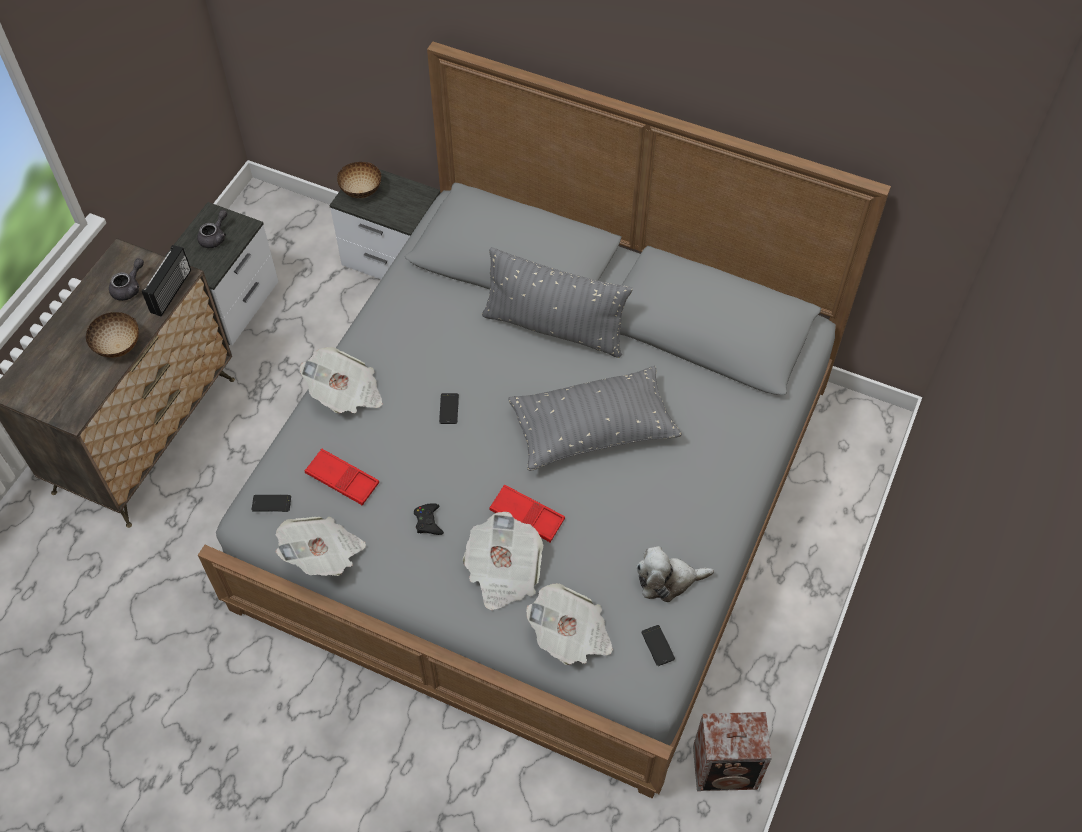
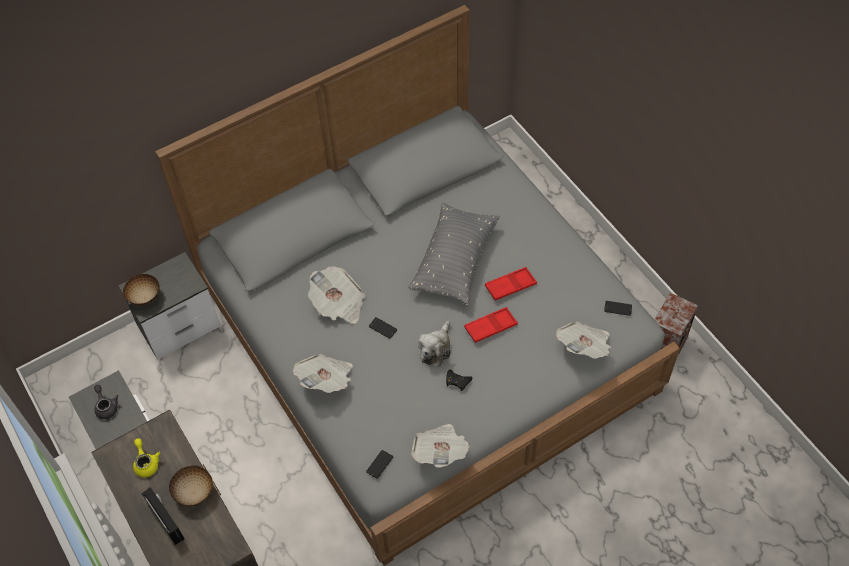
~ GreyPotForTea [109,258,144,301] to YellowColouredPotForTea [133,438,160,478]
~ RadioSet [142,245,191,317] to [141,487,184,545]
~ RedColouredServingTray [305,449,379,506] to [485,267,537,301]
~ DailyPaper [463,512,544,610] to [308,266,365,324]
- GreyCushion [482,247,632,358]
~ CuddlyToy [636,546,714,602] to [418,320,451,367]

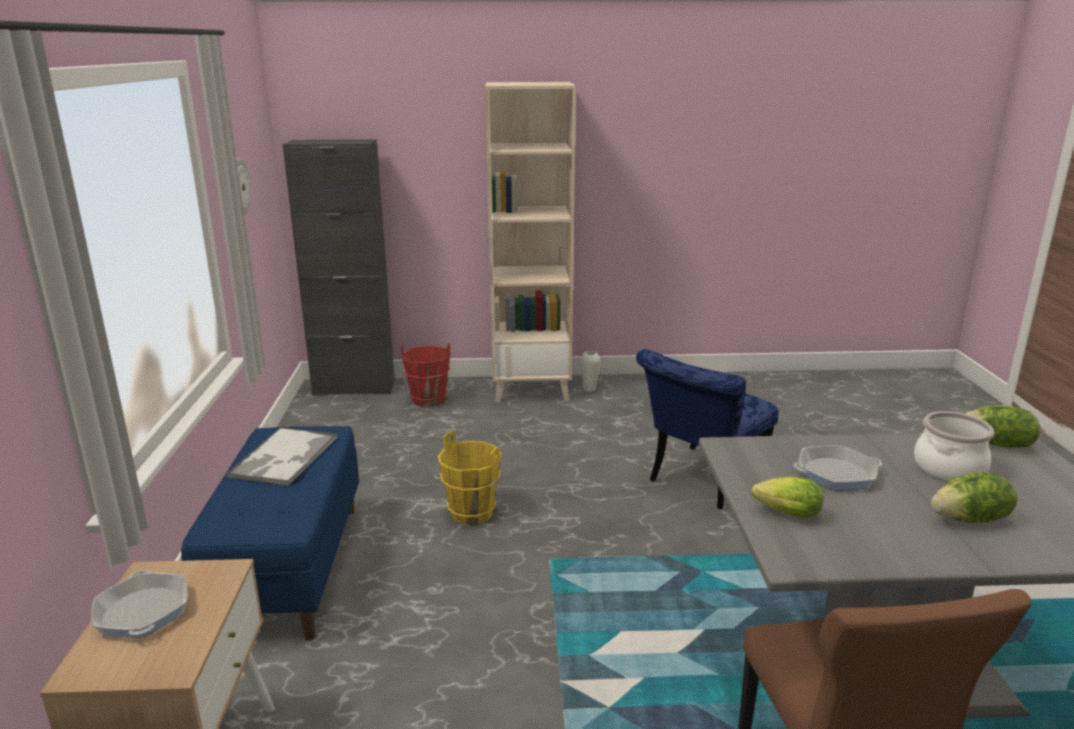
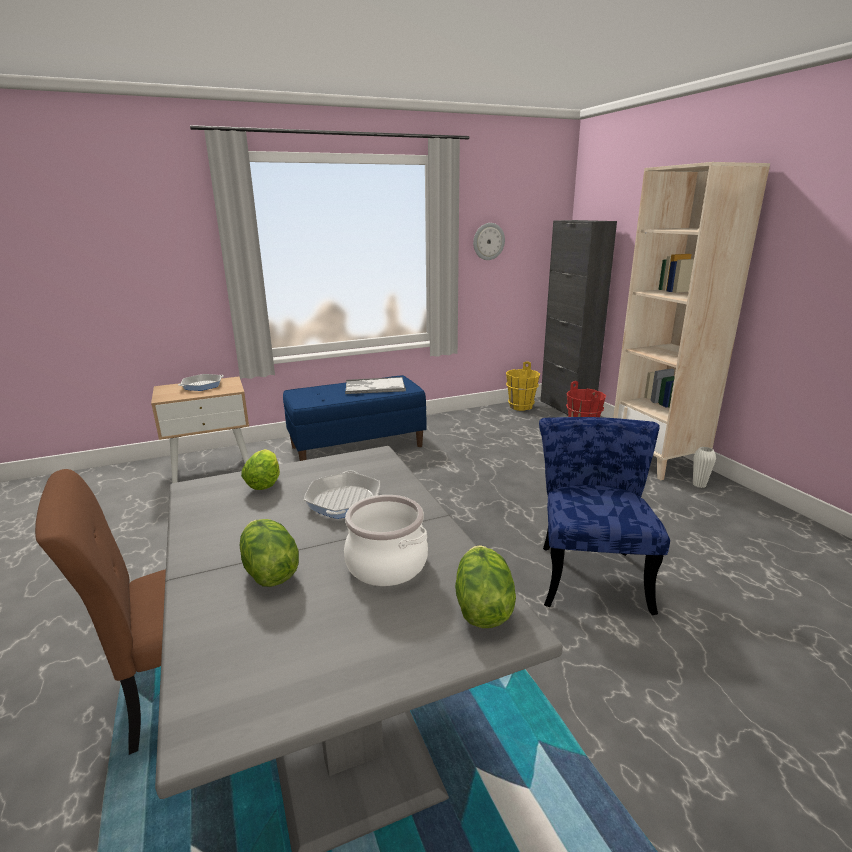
~ YellowColouredPail [438,431,501,525] to [506,361,540,411]
~ BlueColouredUprightChair [636,349,778,509] = [539,417,670,615] 75 degrees clockwise
~ FryingPan [793,445,882,491] = [304,470,380,519] 150 degrees counterclockwise

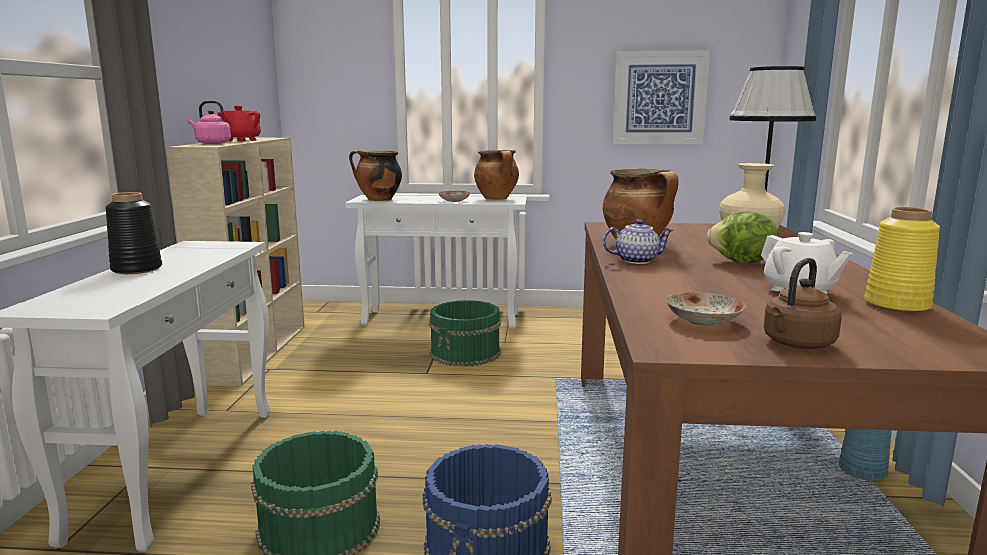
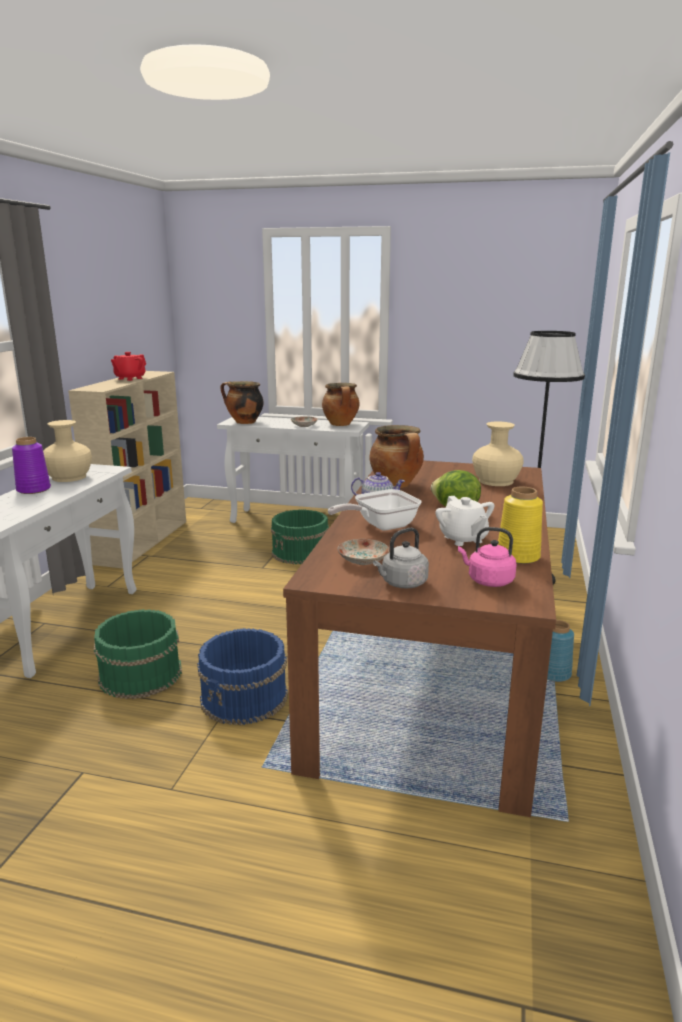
~ BlackColouredFlowerVase [105,192,162,274] to PurpleFlowerVase [12,437,51,494]
~ PinkColouredKettle [188,101,231,144] to [458,527,516,587]
- WallArt [613,51,710,144]
~ BrownishKettle [764,258,842,349] to GreyKettle [373,528,429,589]
+ BeigeColouredFlowerVase [43,420,92,482]
+ FryingPan [328,489,422,531]

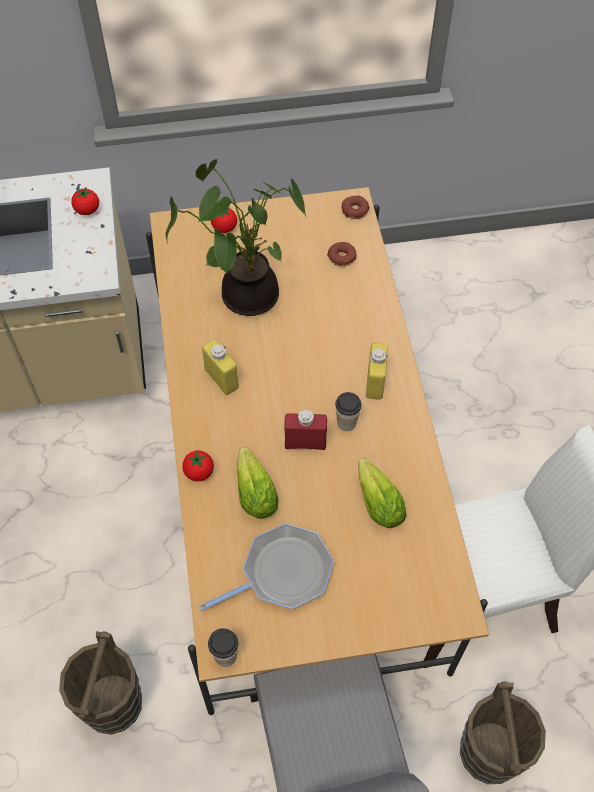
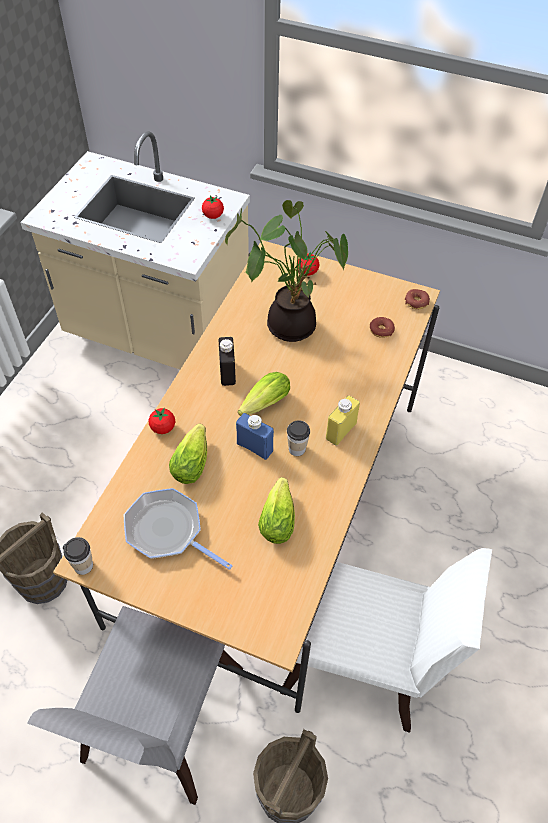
~ FryingPan [199,523,334,611] = [124,488,233,570] 150 degrees counterclockwise
~ YellowColouredBeverageBottle [202,340,239,395] to BlackColouredBeverageBottle [219,337,236,386]
~ RedColouredBeverageBottle [284,410,327,450] to BlueColouredBeverageBottle [236,413,274,460]
+ LettuceHead [238,372,290,416]

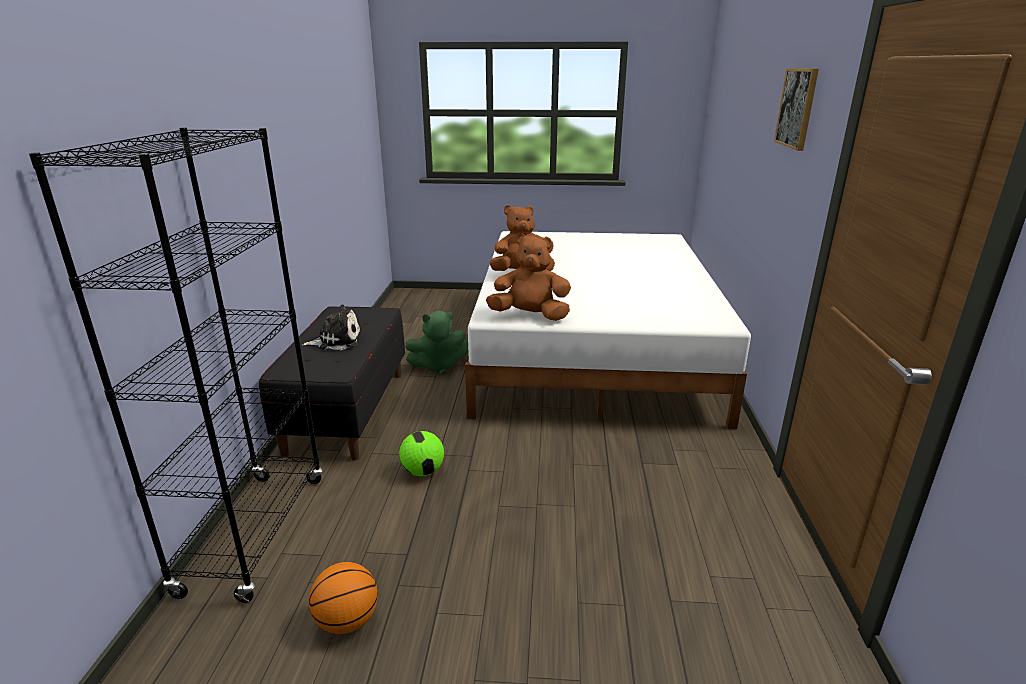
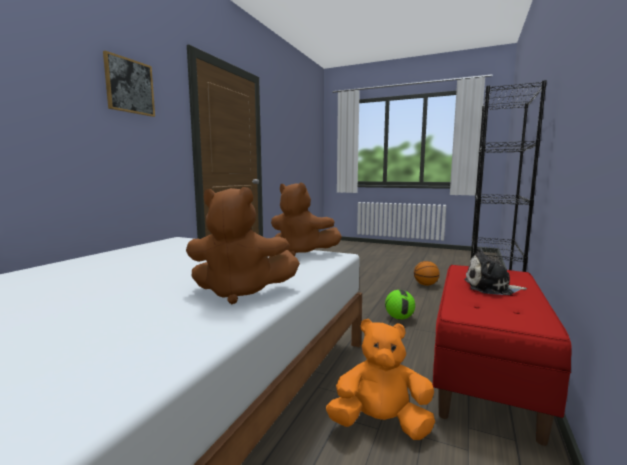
~ BlackColouredIndoorBench [259,306,405,461] to RedColouredIndoorBench [433,265,572,446]
~ GreenishCuddlyToy [405,311,468,375] to OrangeColouredCuddlyToy [326,319,435,440]

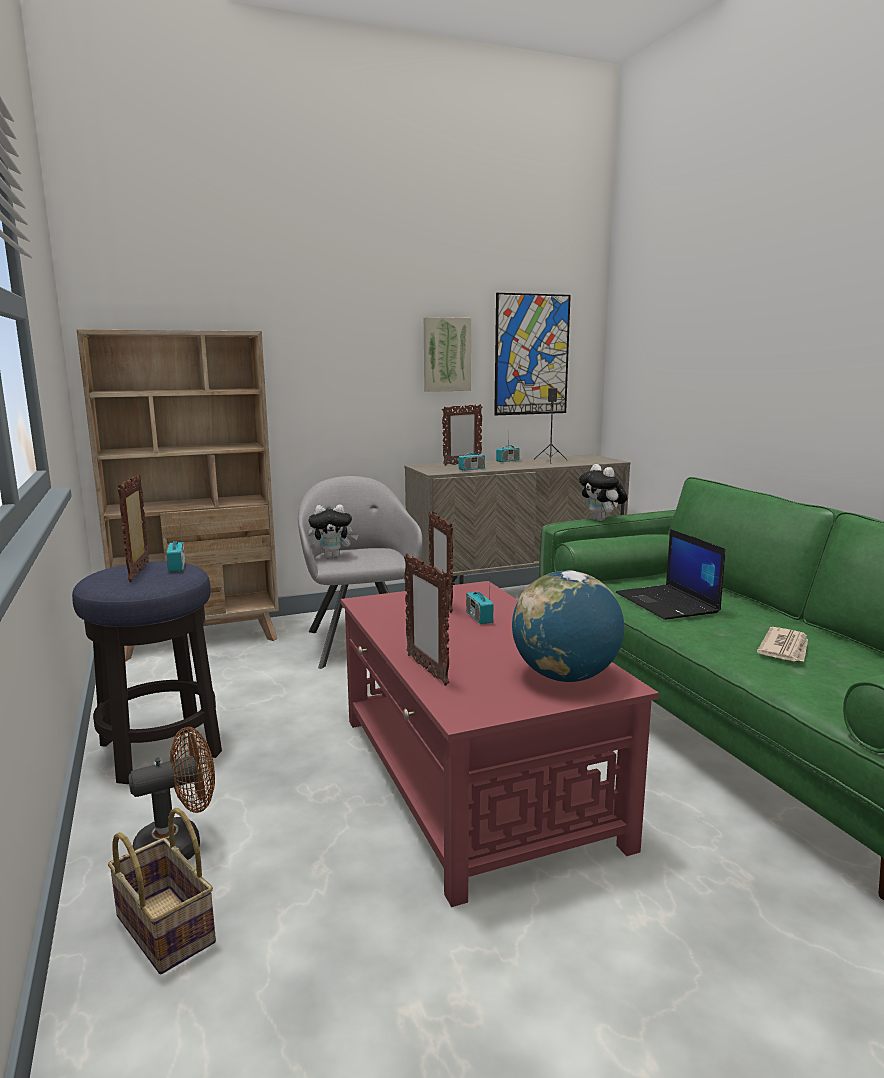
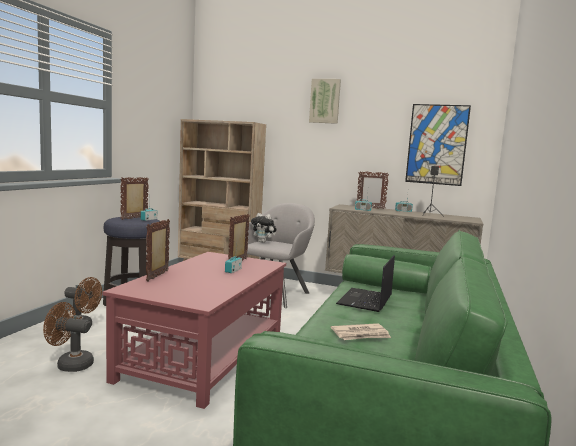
- StorageBasket [108,808,216,974]
~ WallArt [424,317,471,392] to [309,79,341,124]
- Globe [512,570,624,682]
- CuddlyToy [579,464,627,521]
+ BrownishElectricFan [43,302,94,372]

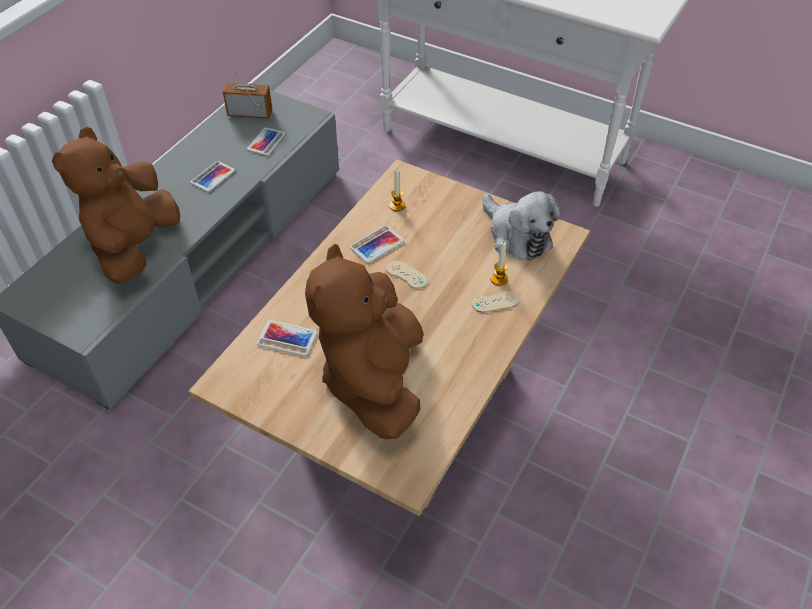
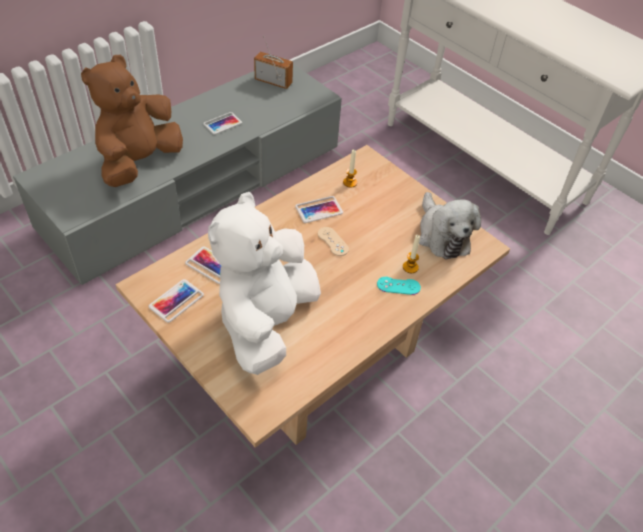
~ Handset [247,127,285,156] to [149,279,204,323]
~ BrownishCuddlyToy [305,244,424,439] to WhitishCuddlyToy [208,192,321,375]
~ BeigeColouredJoypad [472,291,519,313] to BlueGreenJoypad [377,277,421,295]

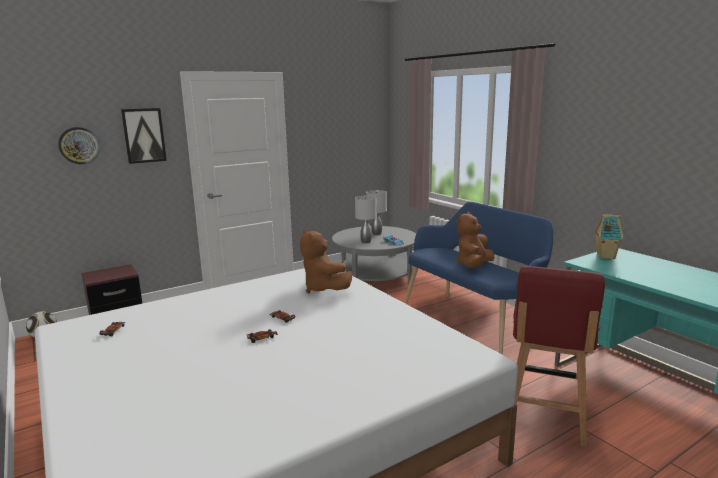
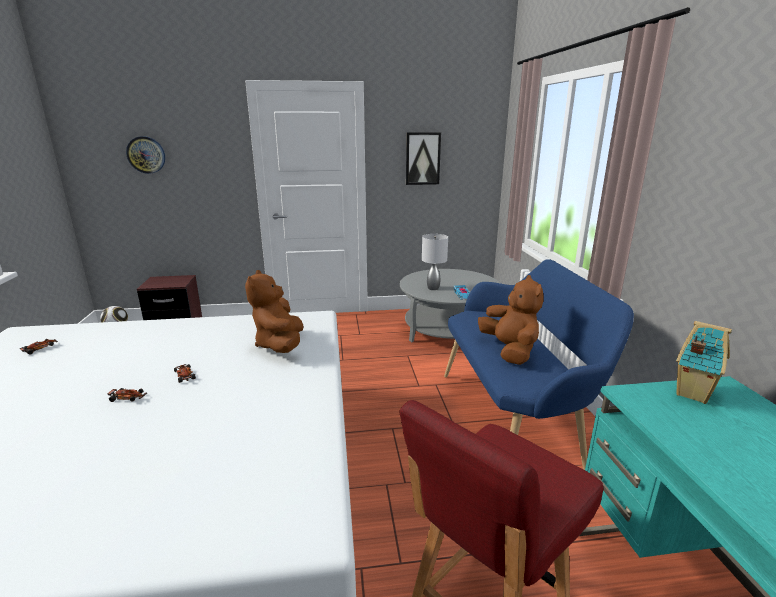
~ WallArt [121,108,167,164] to [406,132,441,185]
- GreyTabletopLamp [366,190,387,235]
~ BrownishCuddlyToy [457,212,495,268] = [478,275,543,365] 105 degrees clockwise

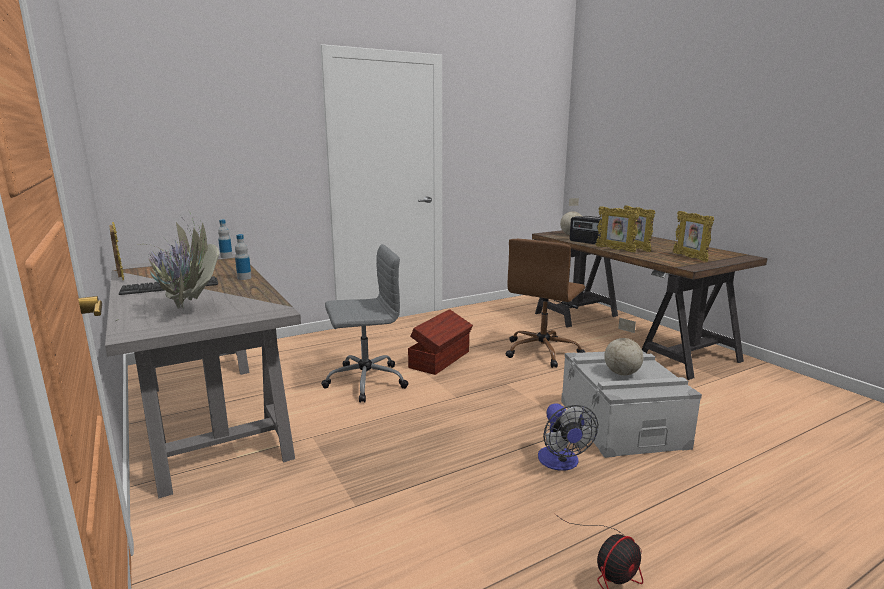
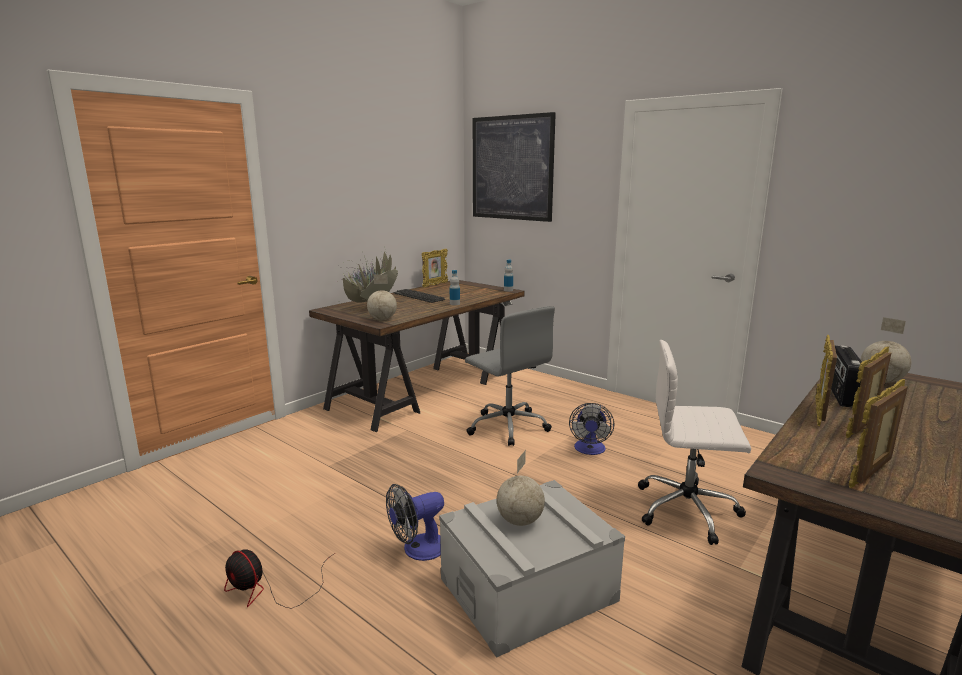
~ GreyDesk [105,254,301,499] to BrownishDesk [309,280,525,432]
~ BrownishStorageBox [408,309,473,375] to ElectricFan [569,403,614,455]
~ BrownishOfficeChair [506,239,585,368] to WhitishOfficeChair [638,340,751,545]
+ Globe [367,274,397,320]
+ WallArt [473,112,556,222]

